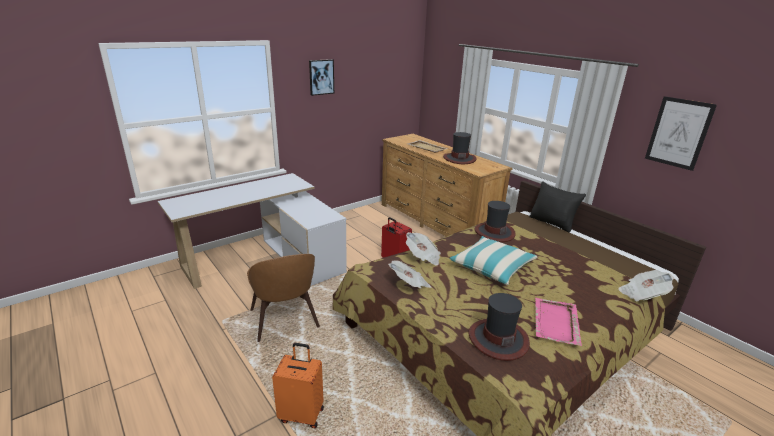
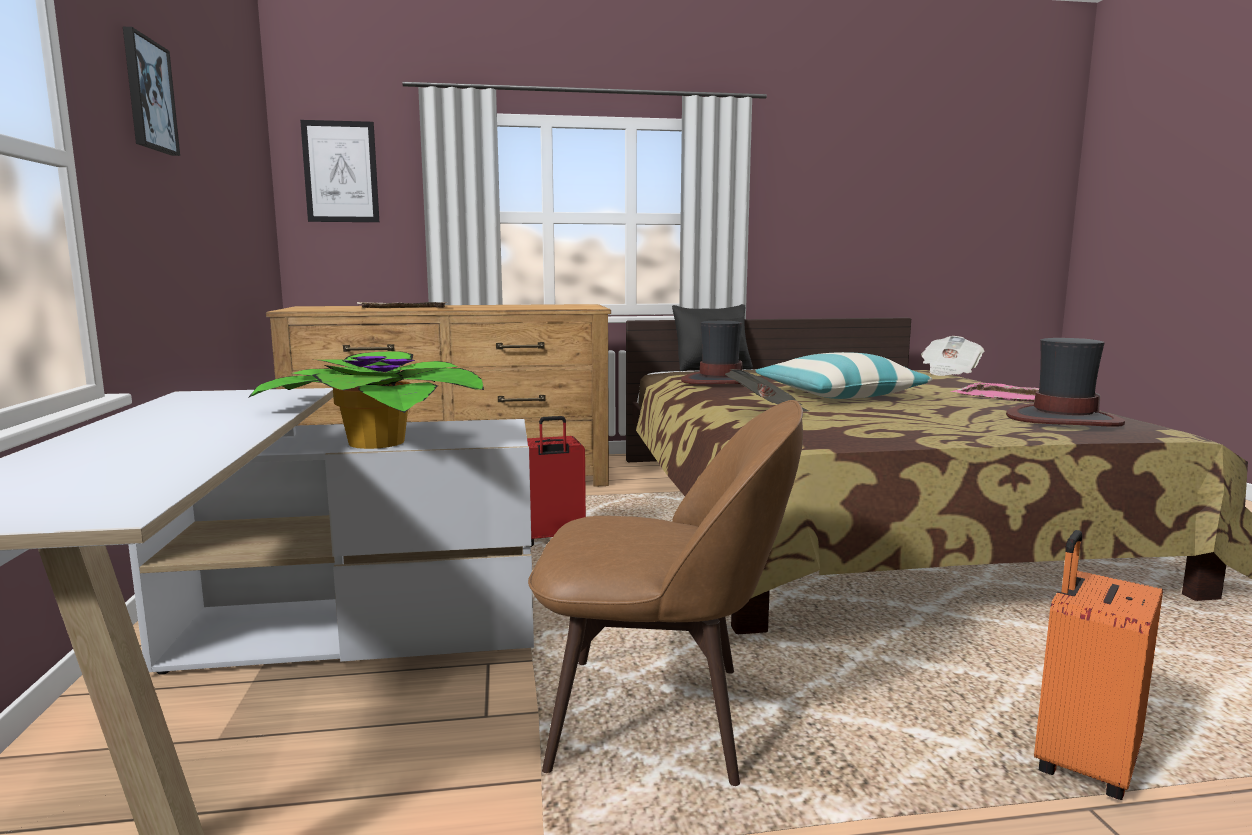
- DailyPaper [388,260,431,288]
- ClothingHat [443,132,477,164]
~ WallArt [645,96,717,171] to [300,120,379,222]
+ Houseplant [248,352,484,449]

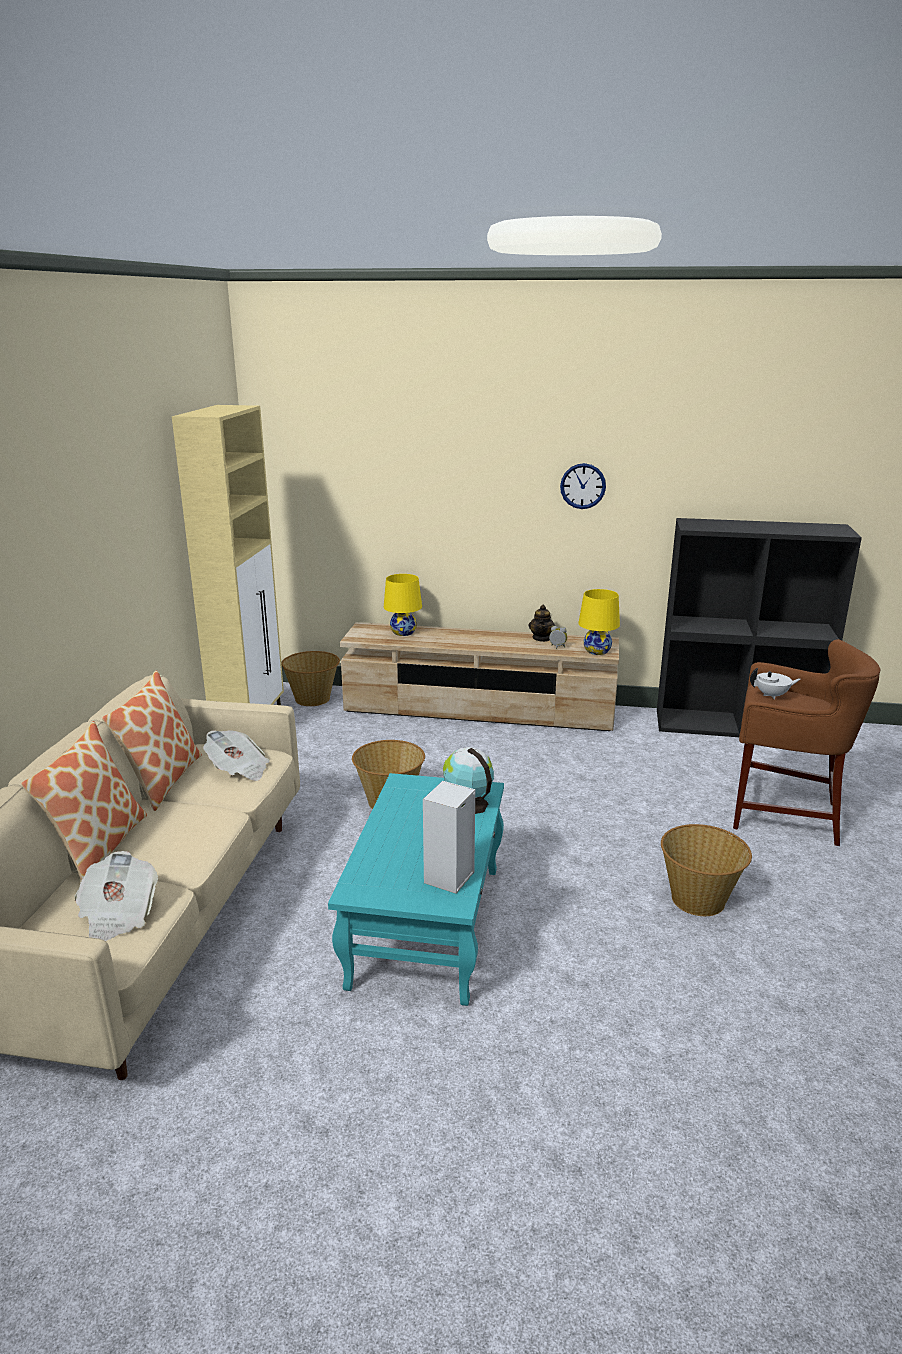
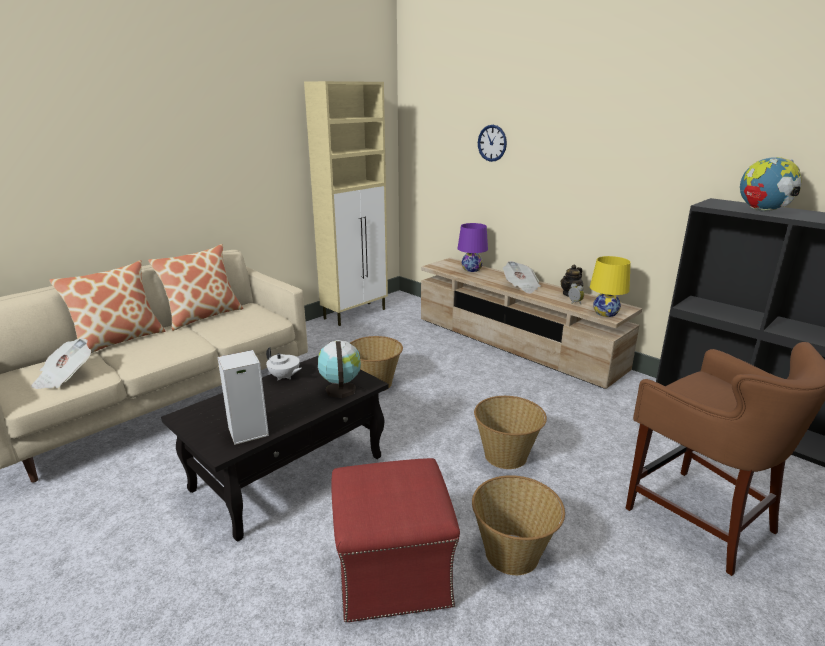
~ DailyPaper [203,730,270,781] to [503,261,541,294]
~ StorageBasket [281,651,340,706] to [474,396,547,469]
~ BlueGreenCoffeeTable [328,773,504,1006] to BlackColouredCoffeeTable [161,356,389,541]
~ YellowColouredTabletopLamp [384,574,422,636] to PurpleTabletopLamp [458,223,488,272]
~ HangingClock [560,463,606,509] to [478,125,507,162]
~ WhitishPotForTea [750,668,801,700] to [266,347,302,381]
+ RedColouredFootrest [331,458,460,622]
+ Globe [740,157,801,212]

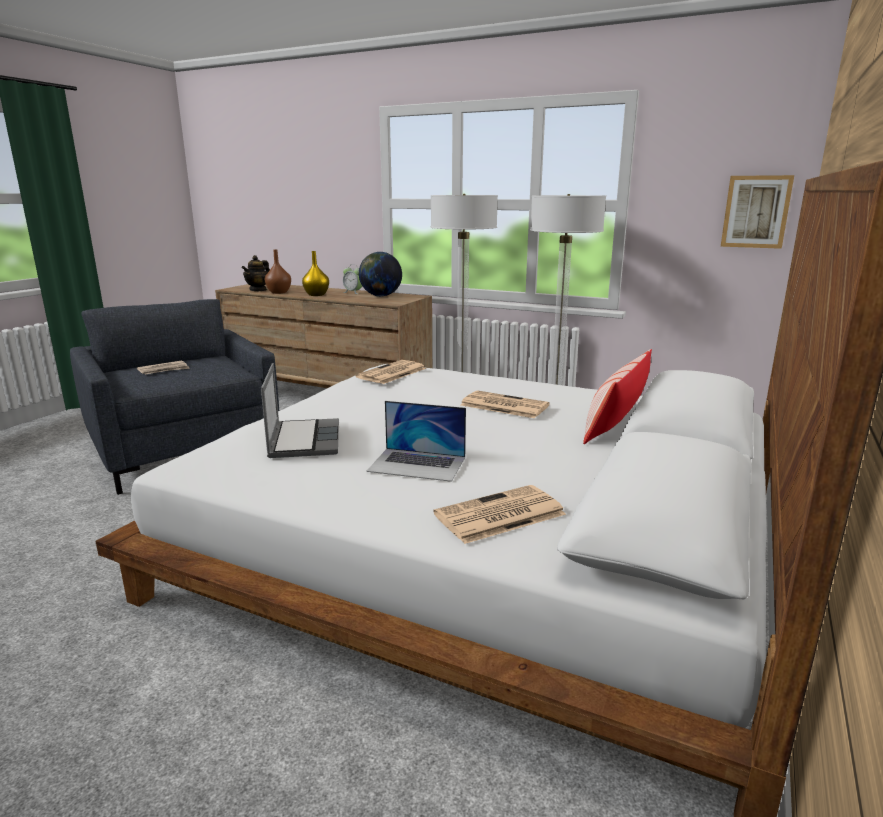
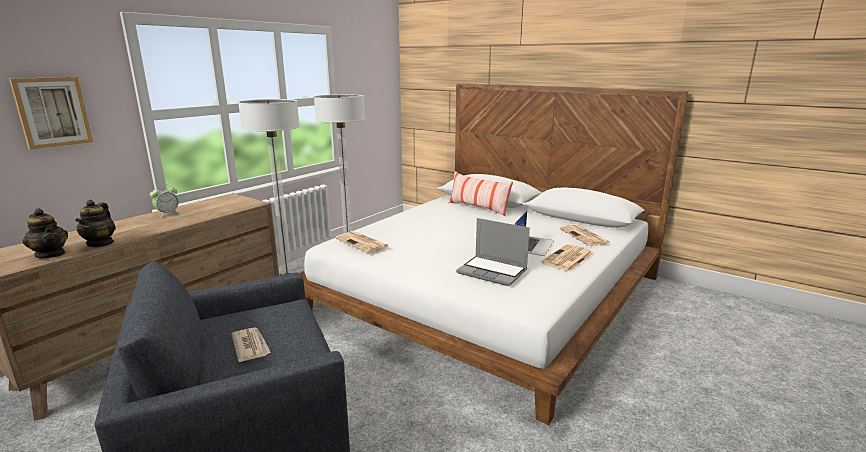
~ NotebookComputer [261,363,339,458] = [456,218,530,286] 150 degrees counterclockwise
~ BrownishFlowerVase [264,250,291,294] to PotForTea [76,200,116,247]
- YellowColouredFlowerVase [302,251,329,296]
- Globe [359,252,402,297]
~ DailyPaper [461,390,550,418] to [541,244,593,271]
~ WallArt [721,175,794,249] to [9,77,93,149]

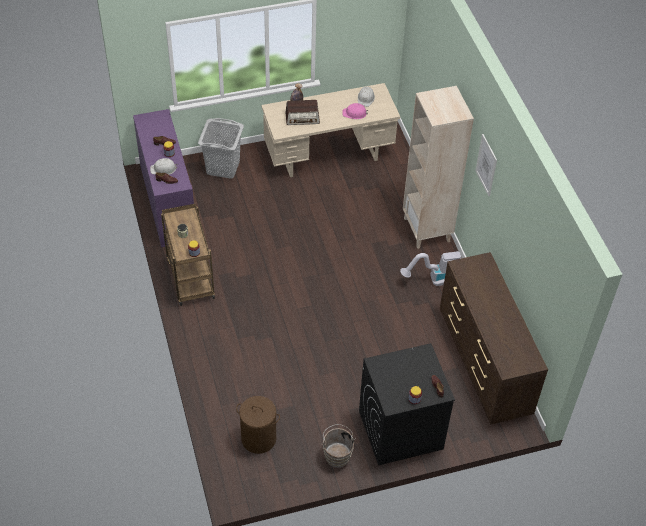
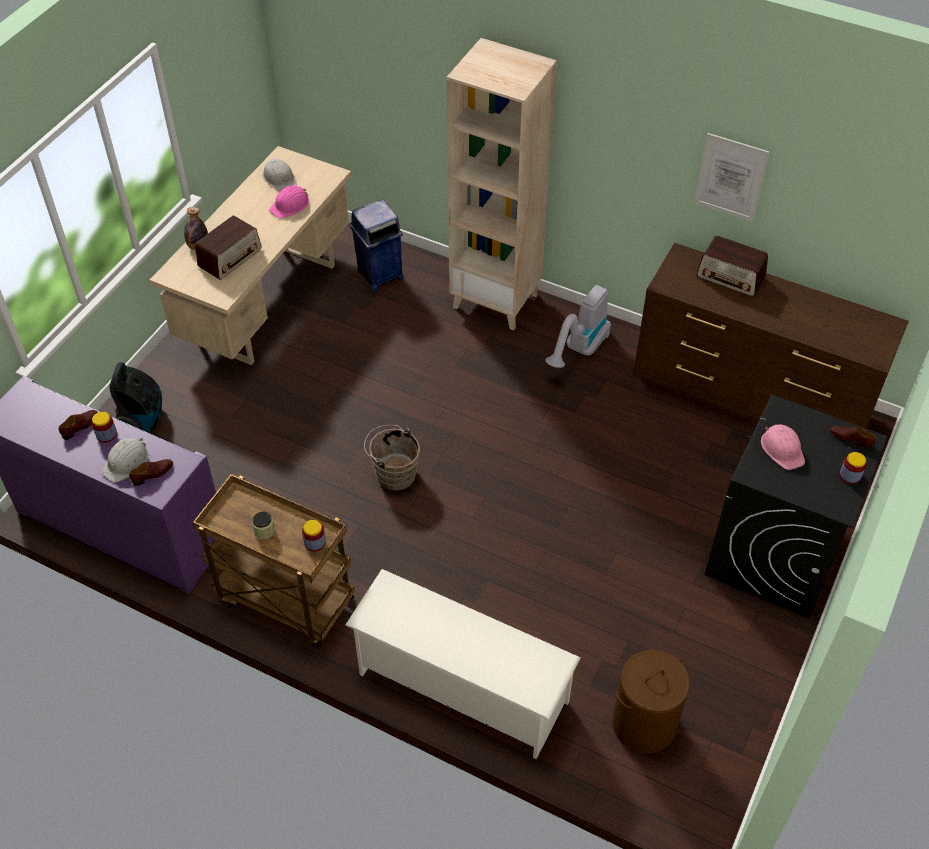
~ GreyWashingBasket [198,118,244,179] to Vacuum [109,362,162,432]
~ BrownishPail [321,424,356,468] to [364,425,420,491]
~ WallArt [475,134,497,197] to [694,133,769,222]
+ WhitishShoeStand [345,569,581,759]
+ BlueColouredTrashCan [349,200,404,291]
+ RadioSet [696,235,768,296]
+ PinkColouredSafetyHelmet [761,424,805,470]

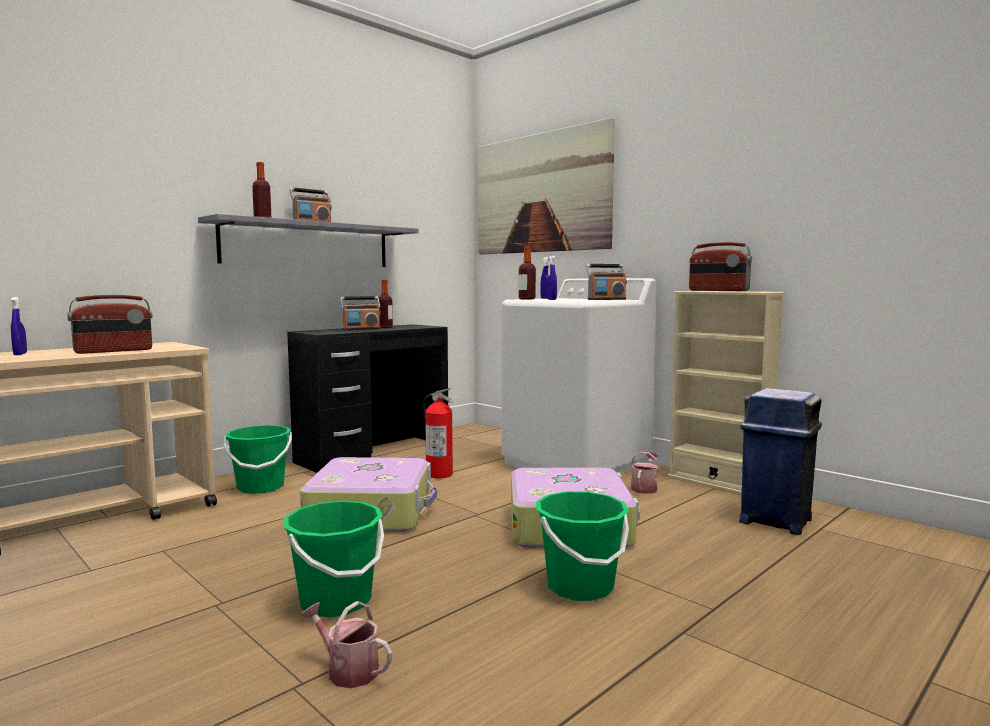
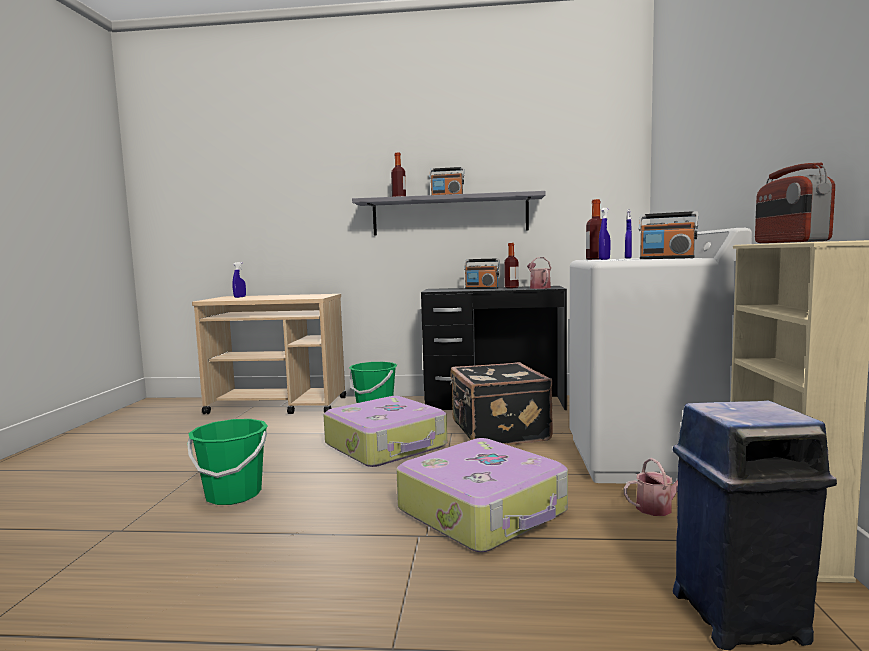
- RadioSet [67,295,152,354]
~ WateringCan [301,601,392,688] to [527,257,551,289]
~ Extinguisher [423,388,454,478] to BlackColouredPieceOfLuggage [450,362,553,445]
- WallArt [478,118,615,255]
- GreenishPail [536,491,629,601]

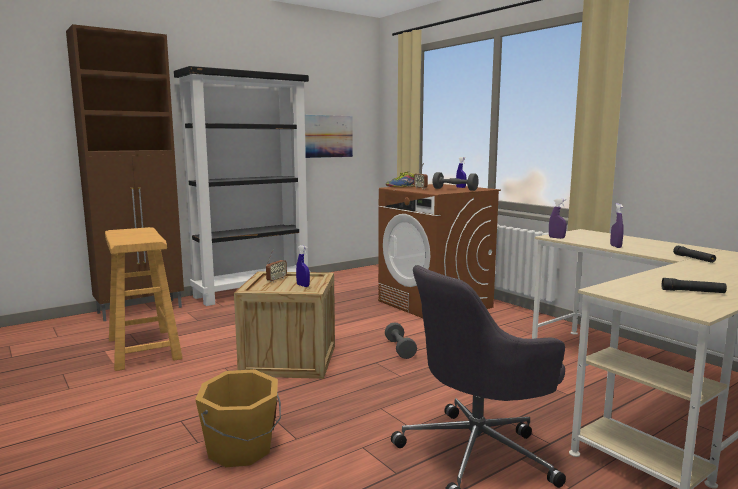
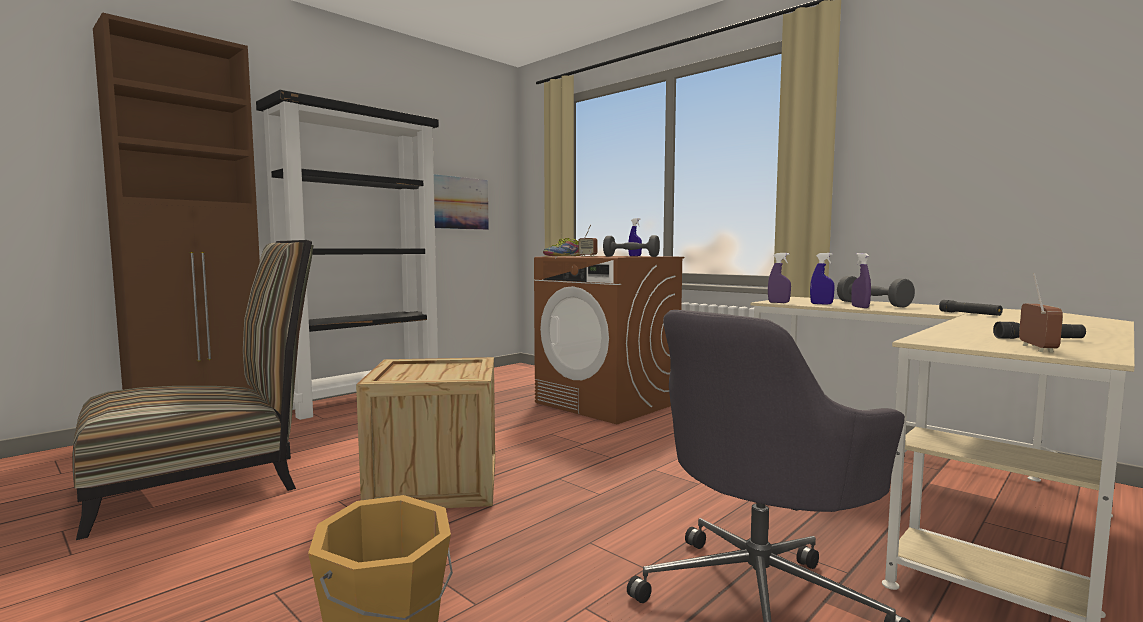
~ BeigeColouredStool [105,227,183,371] to UprightChair [72,240,313,540]
~ RadioSet [266,248,287,282] to [1019,273,1063,352]
~ BlueColouredSprayer [296,245,310,287] to [810,253,835,305]
~ GreyFreeWeight [385,322,417,359] to [837,276,915,308]

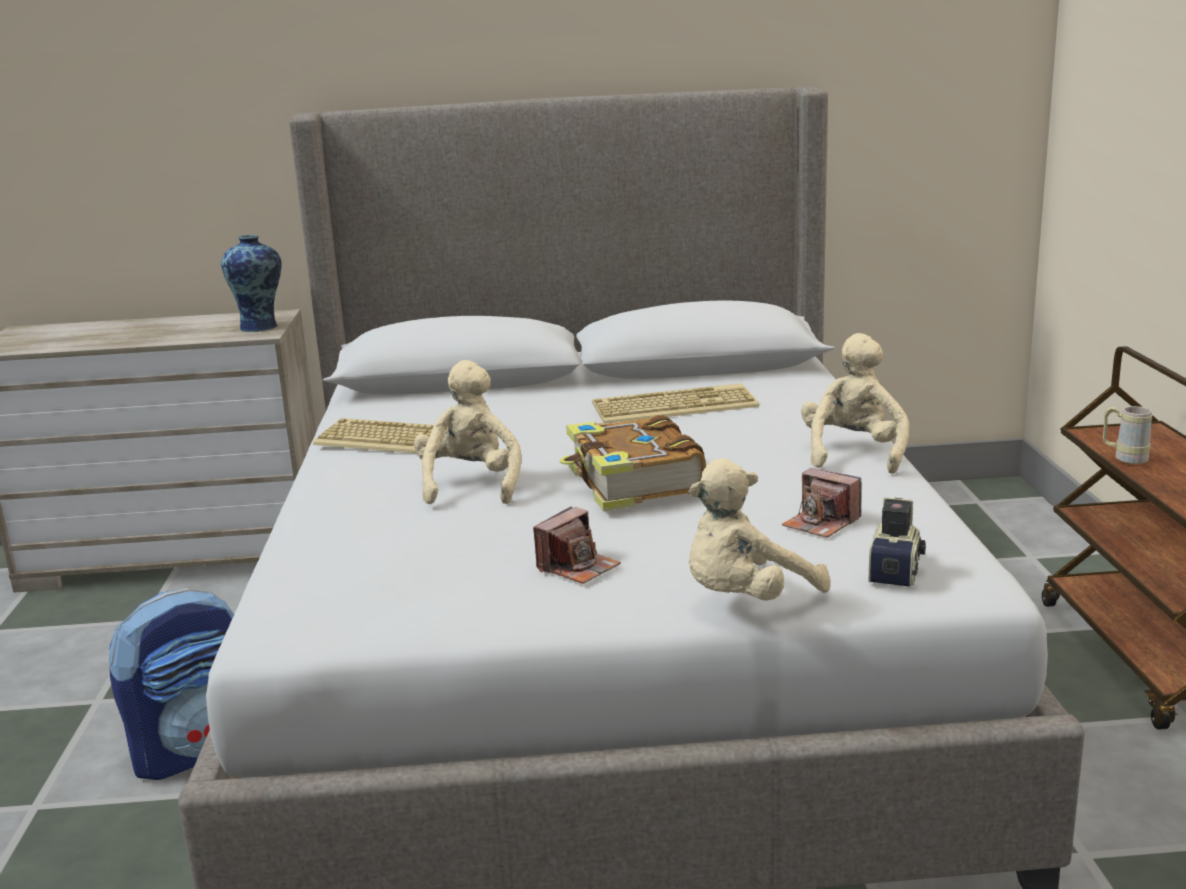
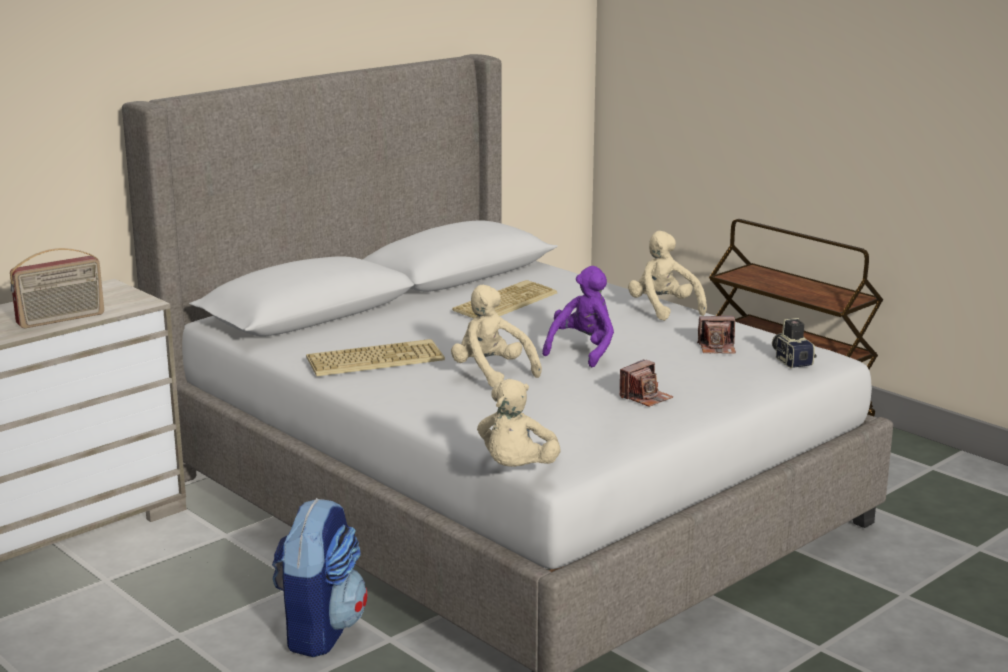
- FlowerVase [221,235,282,332]
~ PhotoCamera [533,506,621,584] = [619,359,673,407] 45 degrees clockwise
~ BoundBook [560,415,706,511] to PurpleCuddlyToy [542,266,614,367]
~ BeigeColouredCuddlyToy [688,459,831,601] to [477,379,561,467]
- BeigeColouredCoffeeMug [1103,406,1152,464]
+ RadioSet [10,248,104,328]

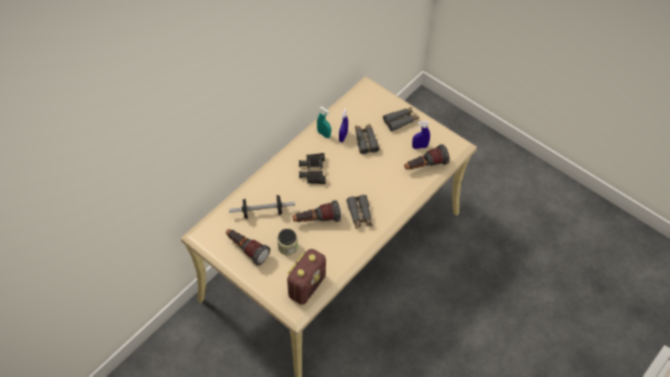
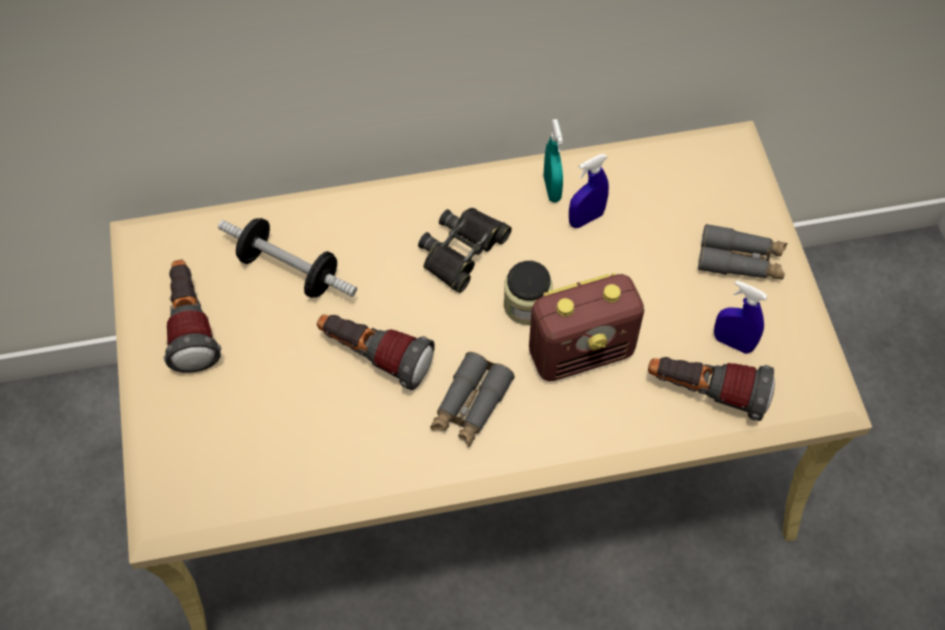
~ StorageJar [277,229,298,255] to [504,261,553,325]
~ RadioSet [287,249,326,305] to [529,273,644,381]
- GreyPairOfBinoculars [355,123,380,154]

